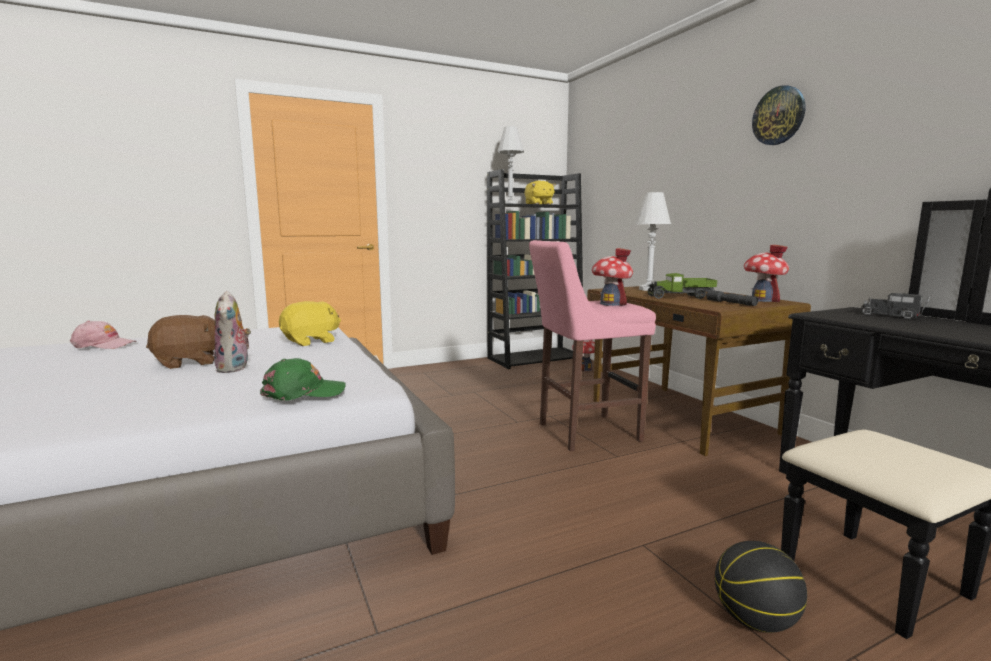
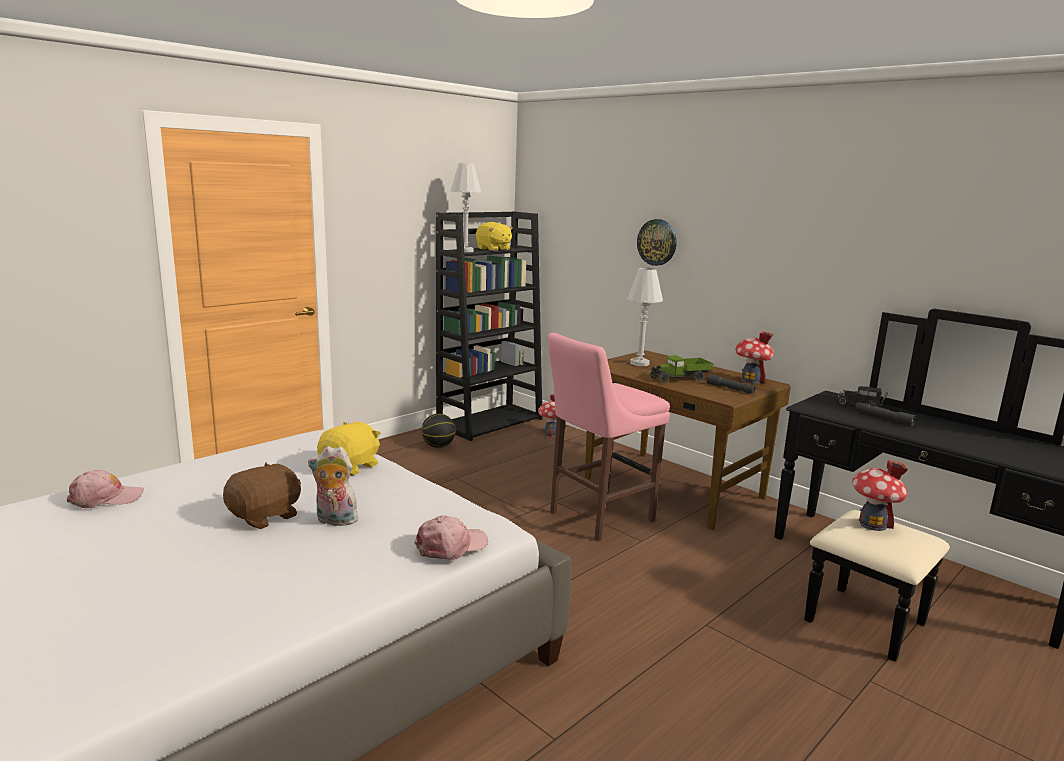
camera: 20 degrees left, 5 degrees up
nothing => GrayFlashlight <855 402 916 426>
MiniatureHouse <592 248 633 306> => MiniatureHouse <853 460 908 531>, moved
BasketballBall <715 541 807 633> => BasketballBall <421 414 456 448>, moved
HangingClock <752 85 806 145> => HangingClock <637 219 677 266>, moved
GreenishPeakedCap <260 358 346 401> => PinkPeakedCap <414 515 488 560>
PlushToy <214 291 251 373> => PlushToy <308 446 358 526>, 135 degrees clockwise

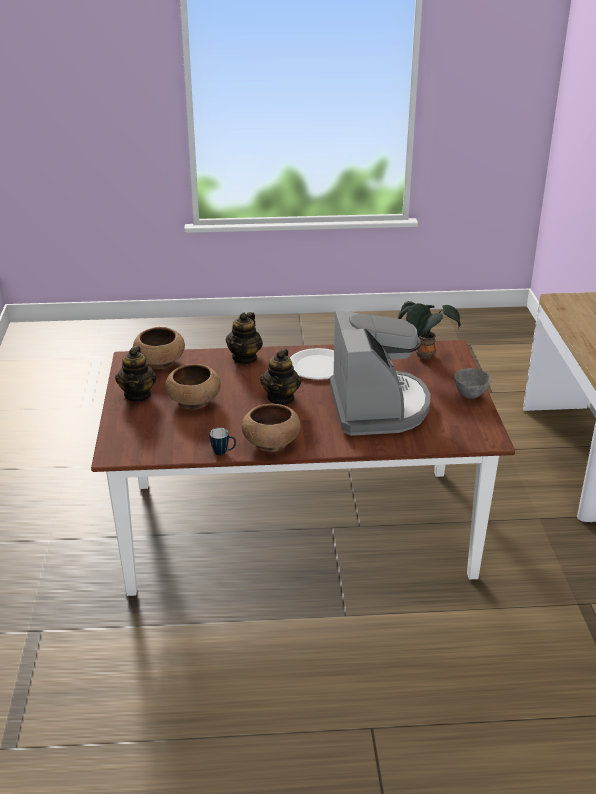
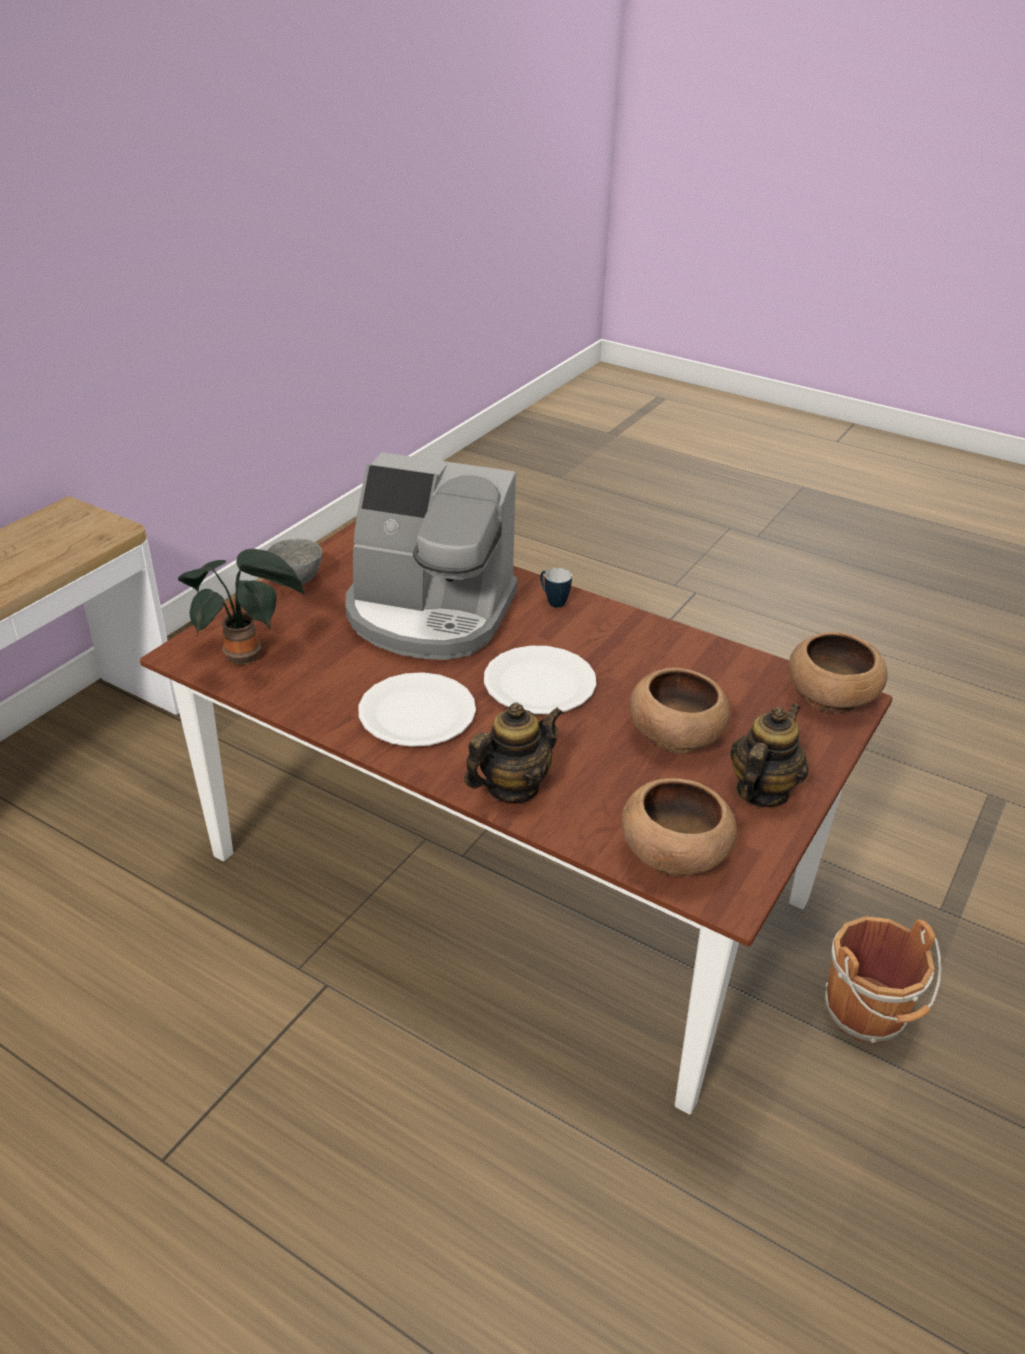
camera: 145 degrees left, 5 degrees up
nothing => BrownishPail <825 916 941 1043>
TeaMug <210 428 236 455> => TeaMug <540 568 572 608>, moved
BrownishDeepDish <242 404 301 452> => BrownishDeepDish <788 632 888 713>, moved
PotForTea <260 348 301 405> => WhiteColouredDinnerPlate <484 646 596 714>
CoffeeMaker <330 310 430 436> => CoffeeMaker <346 452 518 660>, 105 degrees counterclockwise

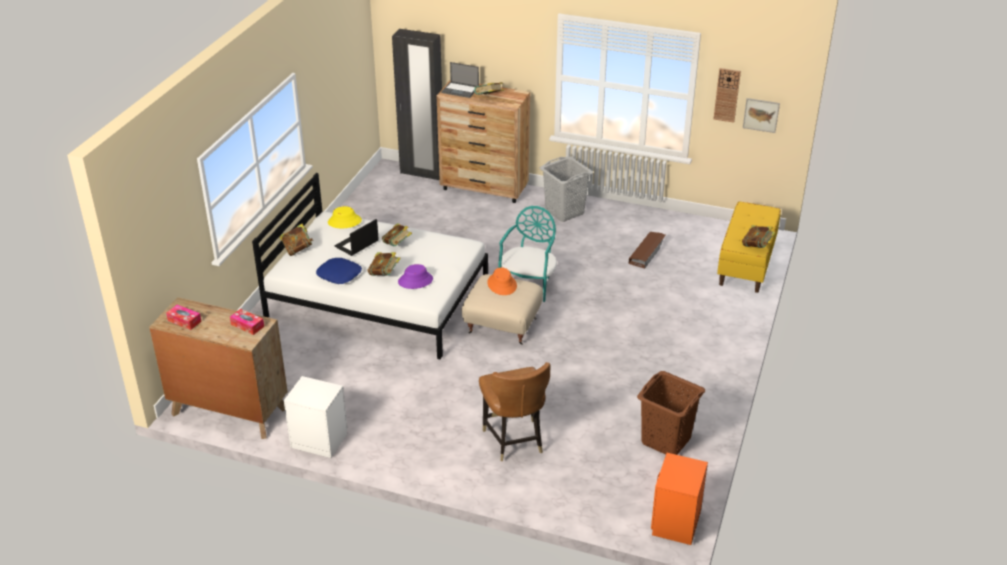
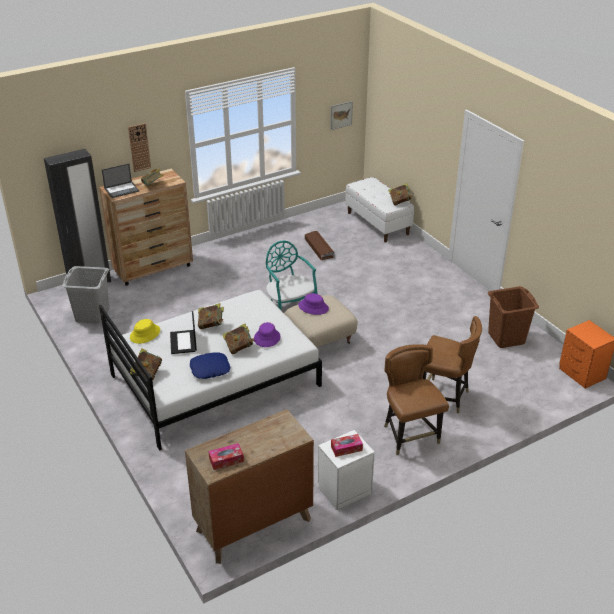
camera: 50 degrees left, 0 degrees up
nothing => BrownishPlainChair <384 344 449 455>
TissueHolder <230 309 264 335> => TissueHolder <331 434 363 457>, moved
GrayLaundryBasket <540 157 593 222> => GrayLaundryBasket <62 266 109 324>, moved
HangingClock <714 68 741 123> => HangingClock <128 123 151 172>, moved
OrangeColouredClothingHat <487 267 517 295> => PurplishClothingHat <298 293 329 315>
YellowLongSeat <717 201 781 293> => WhiteColouredLongSeat <345 177 414 242>

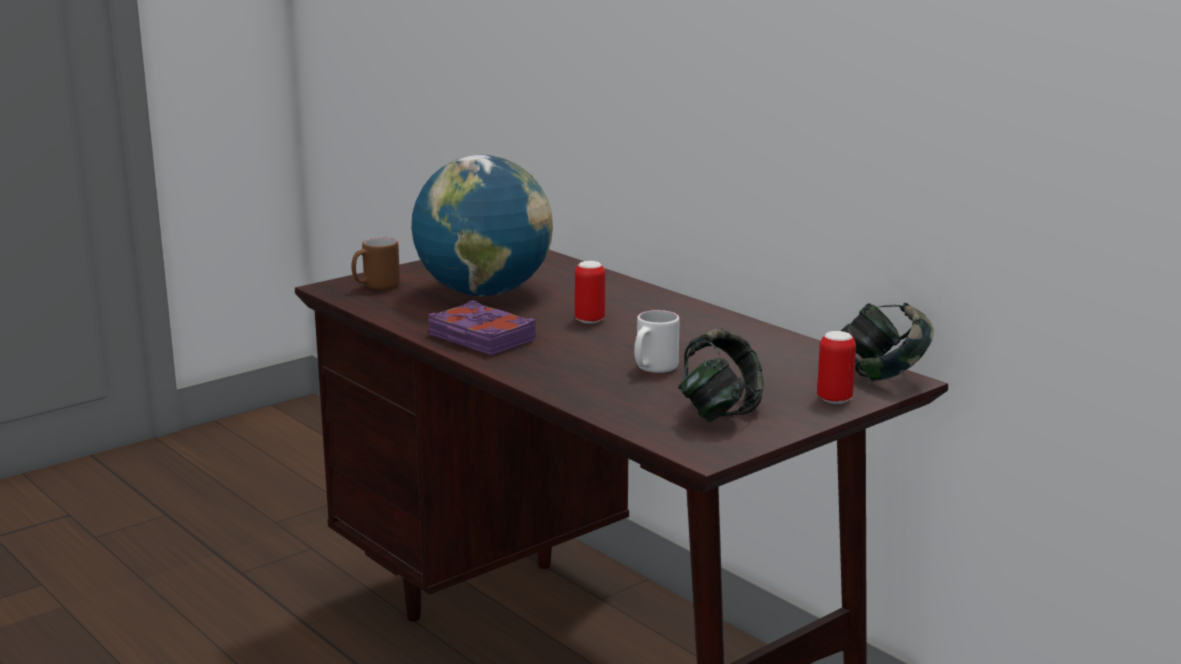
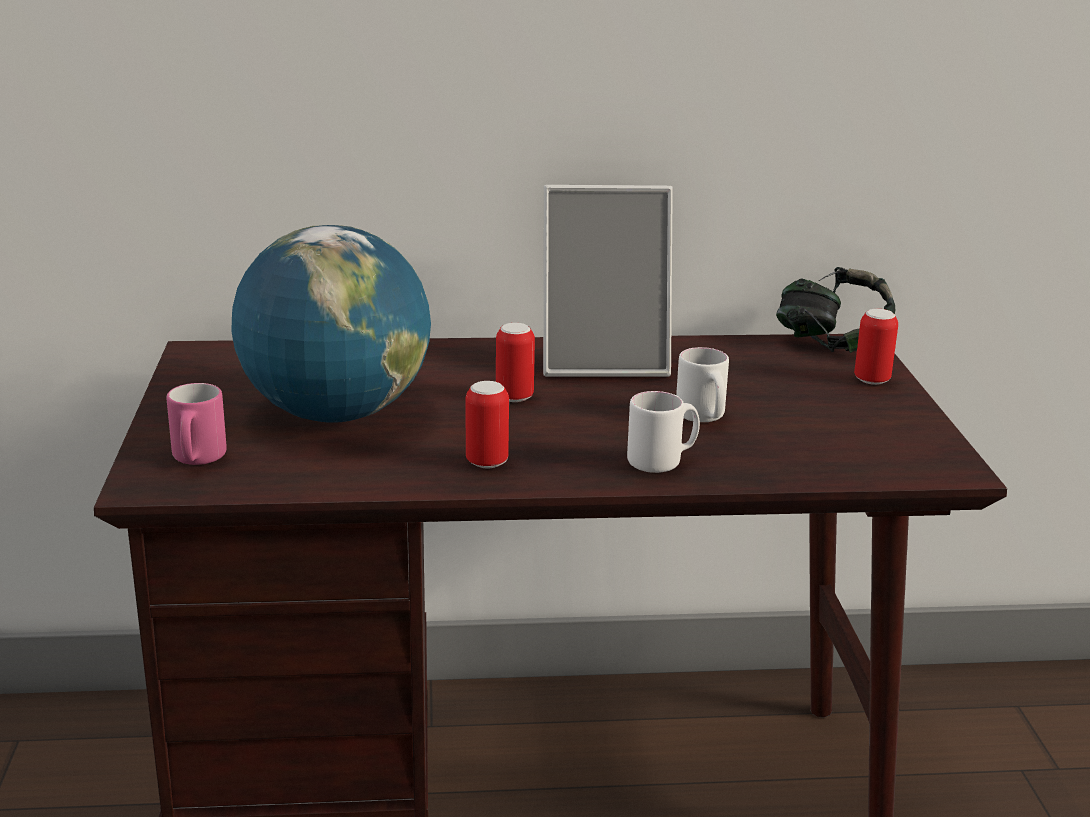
camera: 55 degrees left, 5 degrees up
Headphones <678 329 764 422> => nothing
nothing => PictureFrame <543 185 673 377>
nothing => WhiteColouredTeaMug <627 391 700 473>
PurplishBoundBook <428 300 536 355> => MetalCan <466 381 509 468>
BrownishTeaMug <351 237 400 290> => PinkTeaMug <167 383 227 465>

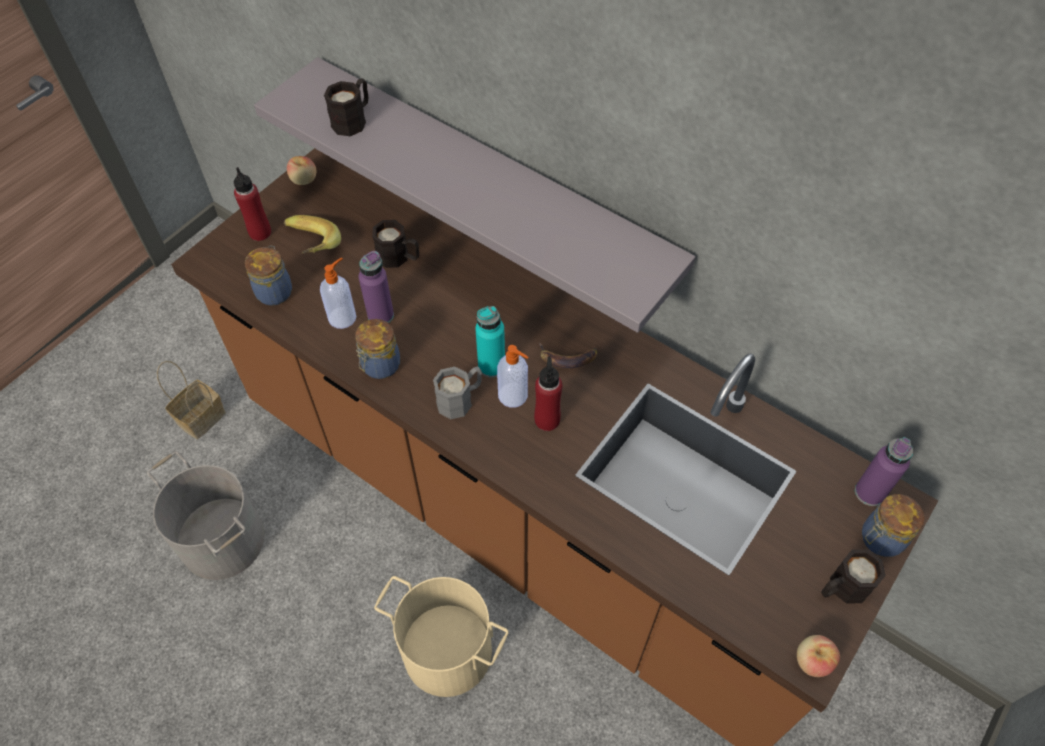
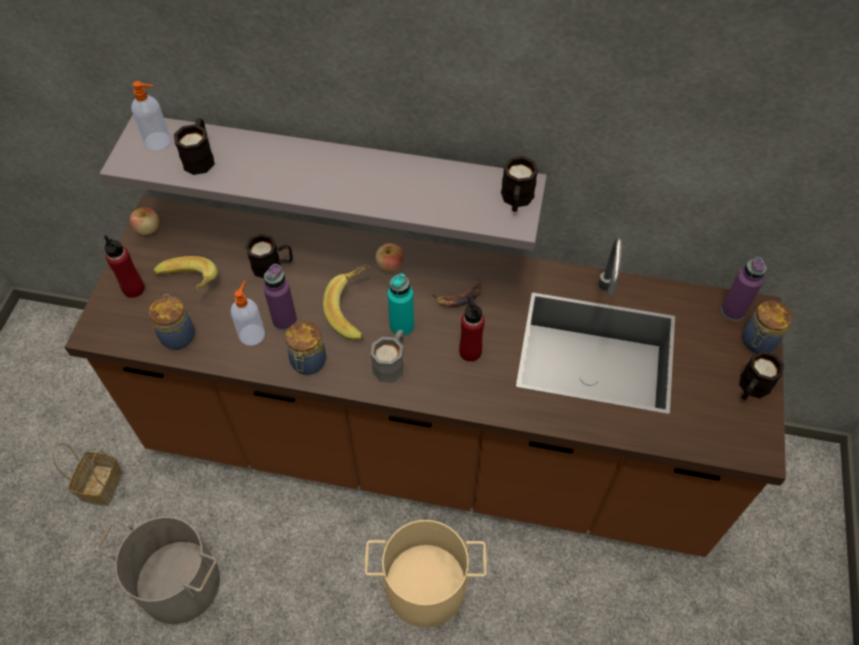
camera: 25 degrees left, 0 degrees up
nothing => BananaFruit <323 264 369 340>
nothing => BlackTeaMug <501 156 538 212>
SoapBottle <497 345 528 408> => SoapBottle <131 81 171 150>, moved
AppleFruit <797 635 840 677> => AppleFruit <375 243 404 272>, moved

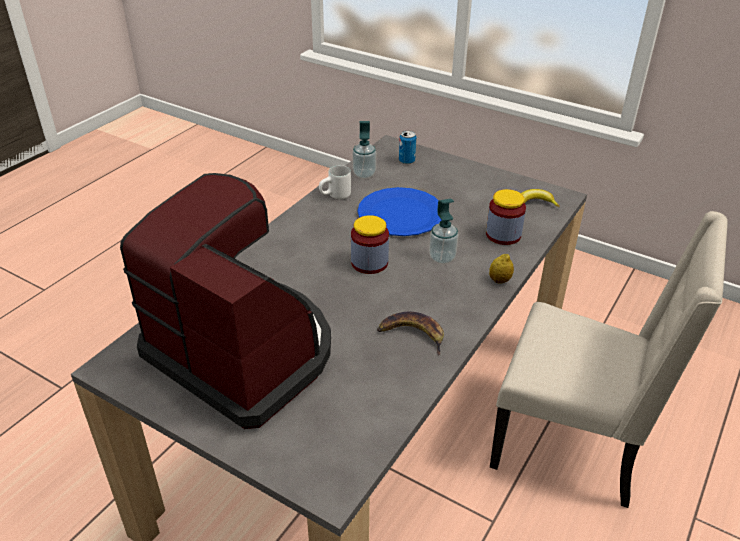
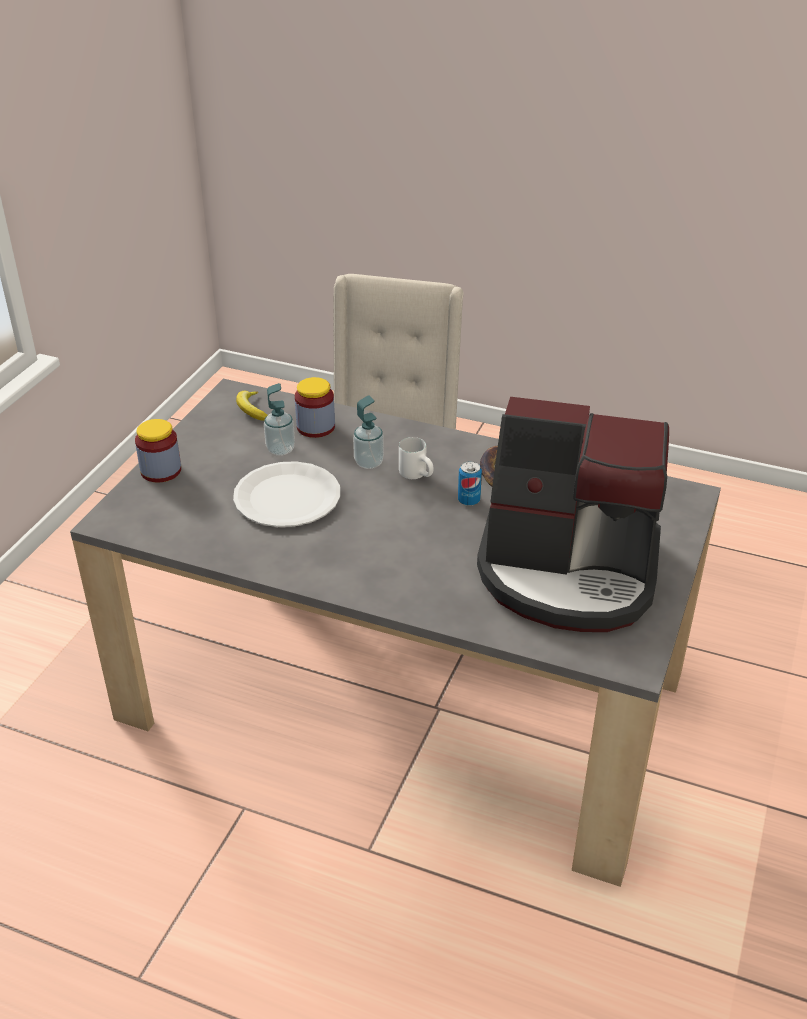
camera: 100 degrees left, 0 degrees up
Lemon <489 254 514 283> => nothing
WhiteColouredTeaMug <319 165 351 199> => WhiteColouredTeaMug <399 437 434 479>, moved
StorageJar <351 215 389 274> => StorageJar <135 419 181 482>, moved
SoapBottle <353 121 376 179> => SoapBottle <264 383 295 456>, moved
MetalCan <399 131 416 164> => MetalCan <458 461 482 506>, moved
BlueColouredDinnerPlate <358 187 442 236> => WhiteColouredDinnerPlate <233 461 340 527>
CoffeeMaker <120 173 331 429> => CoffeeMaker <477 397 669 632>, 105 degrees counterclockwise

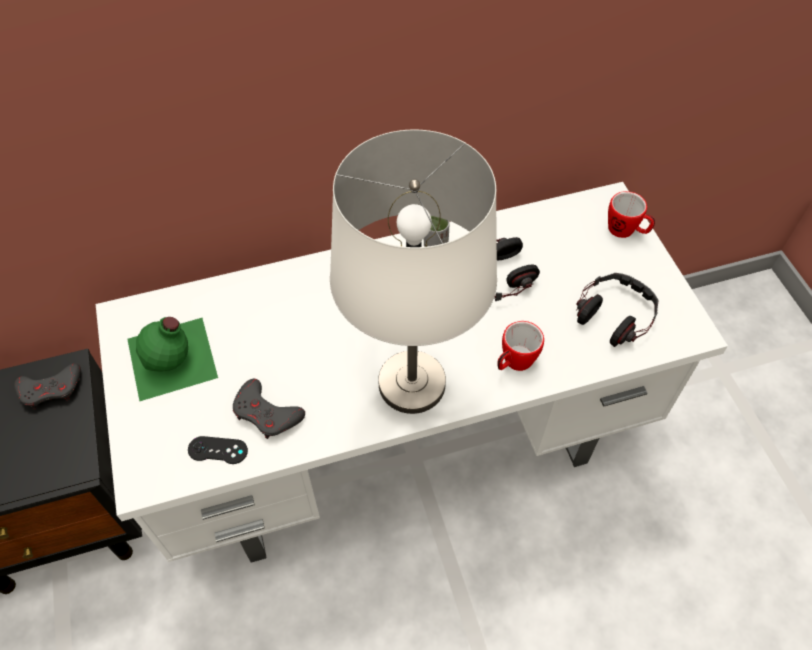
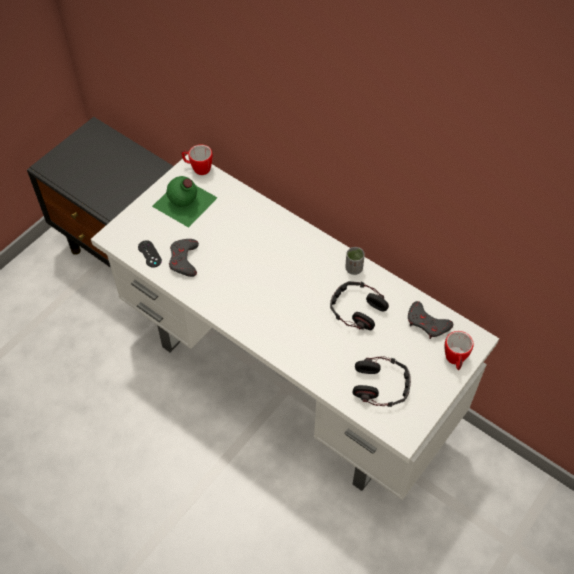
camera: 55 degrees right, 0 degrees up
WhiteColouredTableLamp <330 130 497 414> => nothing
GrayGamepad <14 363 81 409> => GrayGamepad <408 301 453 339>, moved
TeaMug <497 321 544 371> => TeaMug <181 145 213 175>, moved

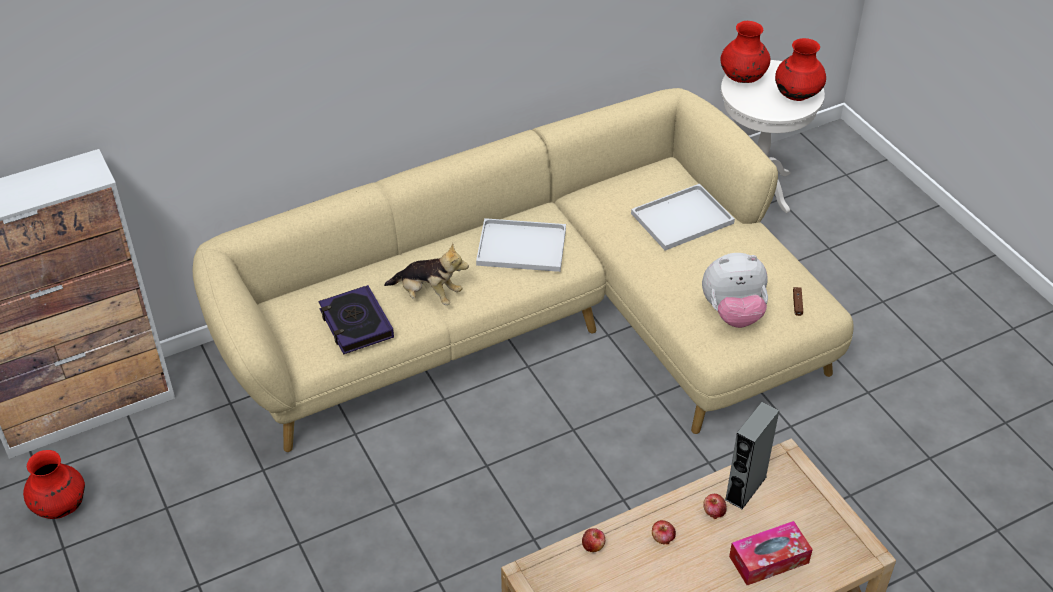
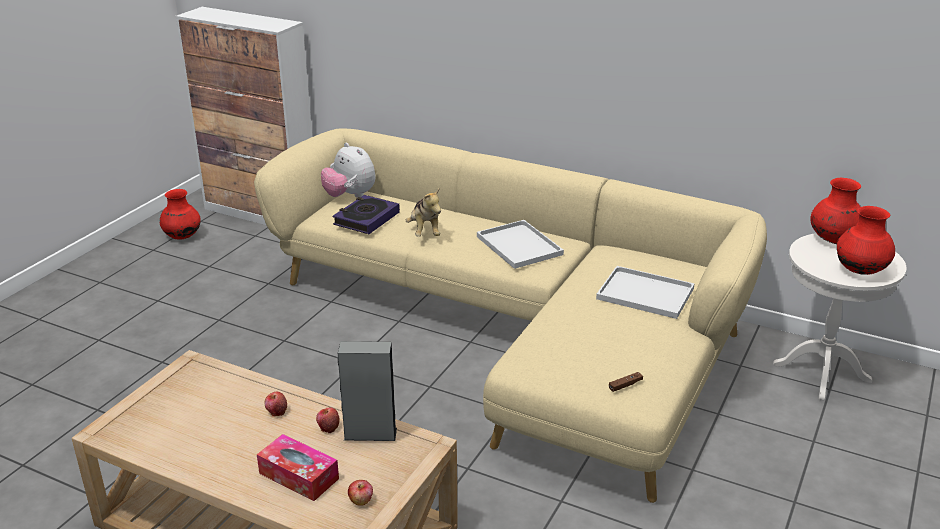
camera: 55 degrees right, 15 degrees down
AppleFruit <582 528 605 552> => AppleFruit <348 480 373 506>, moved
PlushToy <702 253 768 328> => PlushToy <321 143 376 198>, moved

